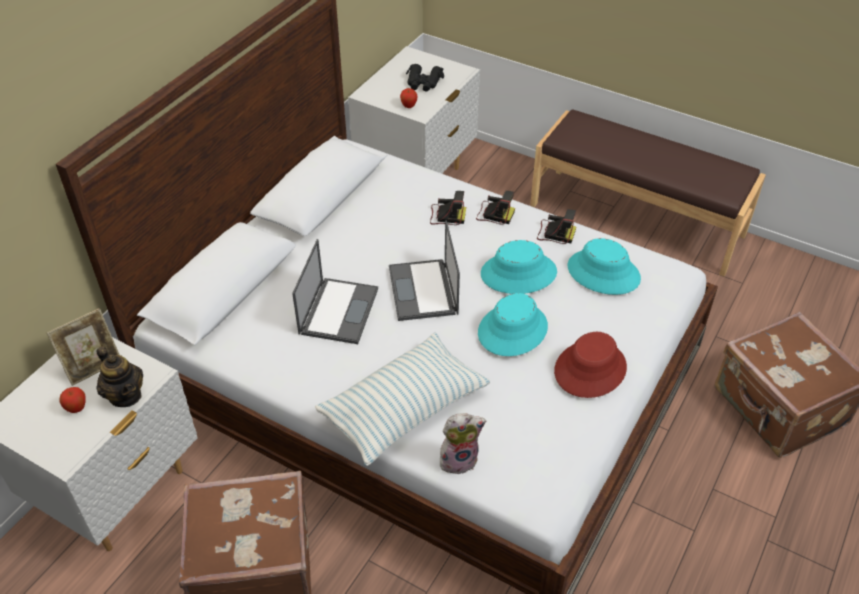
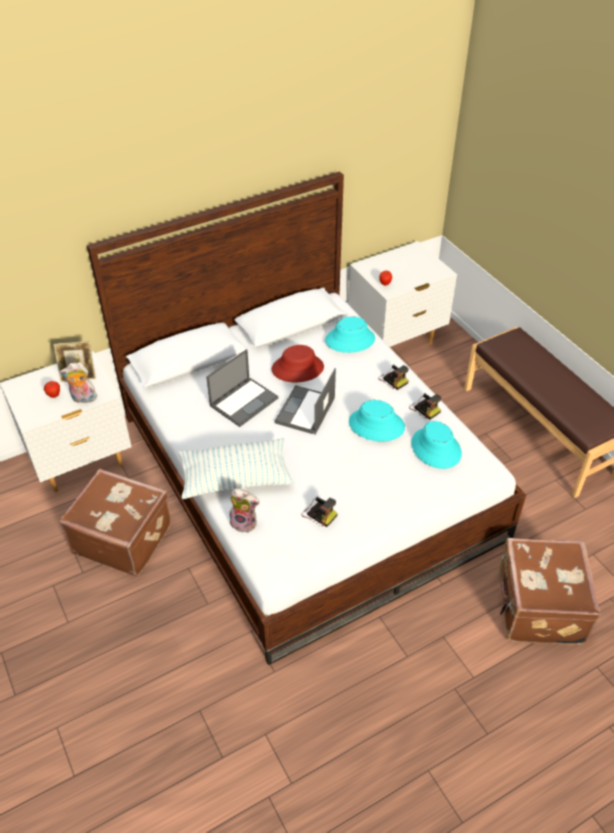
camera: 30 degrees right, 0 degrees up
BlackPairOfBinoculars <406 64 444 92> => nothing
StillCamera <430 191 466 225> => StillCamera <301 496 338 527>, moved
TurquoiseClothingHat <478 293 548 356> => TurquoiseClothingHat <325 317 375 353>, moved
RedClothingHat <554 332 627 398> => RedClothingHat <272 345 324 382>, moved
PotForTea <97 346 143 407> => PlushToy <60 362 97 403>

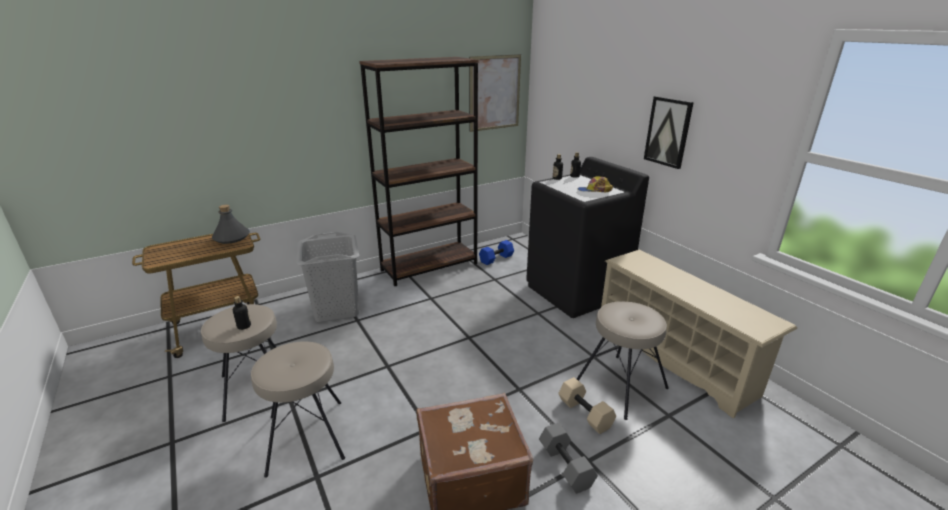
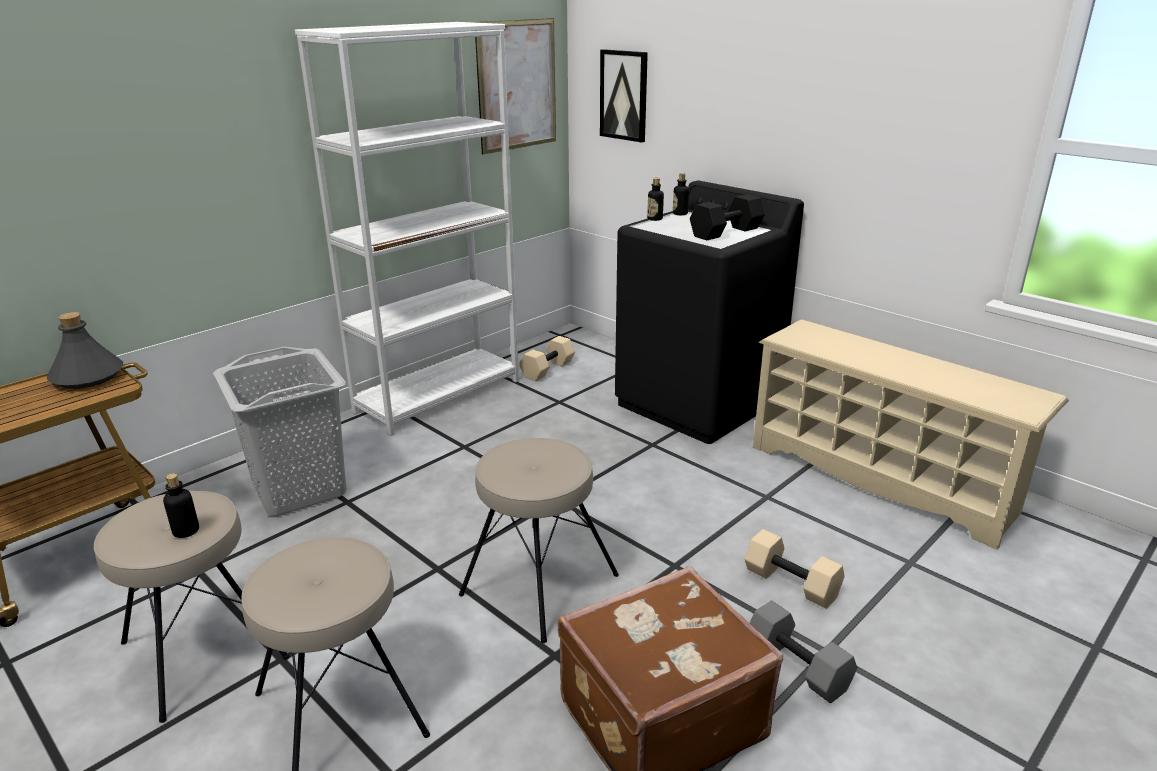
camera: 15 degrees left, 0 degrees up
BeigeColouredSittingStool <577 301 669 420> => BeigeColouredSittingStool <459 438 619 643>, moved
WallArt <644 96 694 169> => WallArt <600 49 648 142>, moved
PeakedCap <577 177 613 192> => BlackDumbbell <690 194 765 240>
BrownishBookcase <359 57 479 286> => WhiteColouredBookcase <295 22 519 436>
BlueColouredDumbbell <479 240 514 265> => BeigeColouredDumbbell <519 336 575 381>

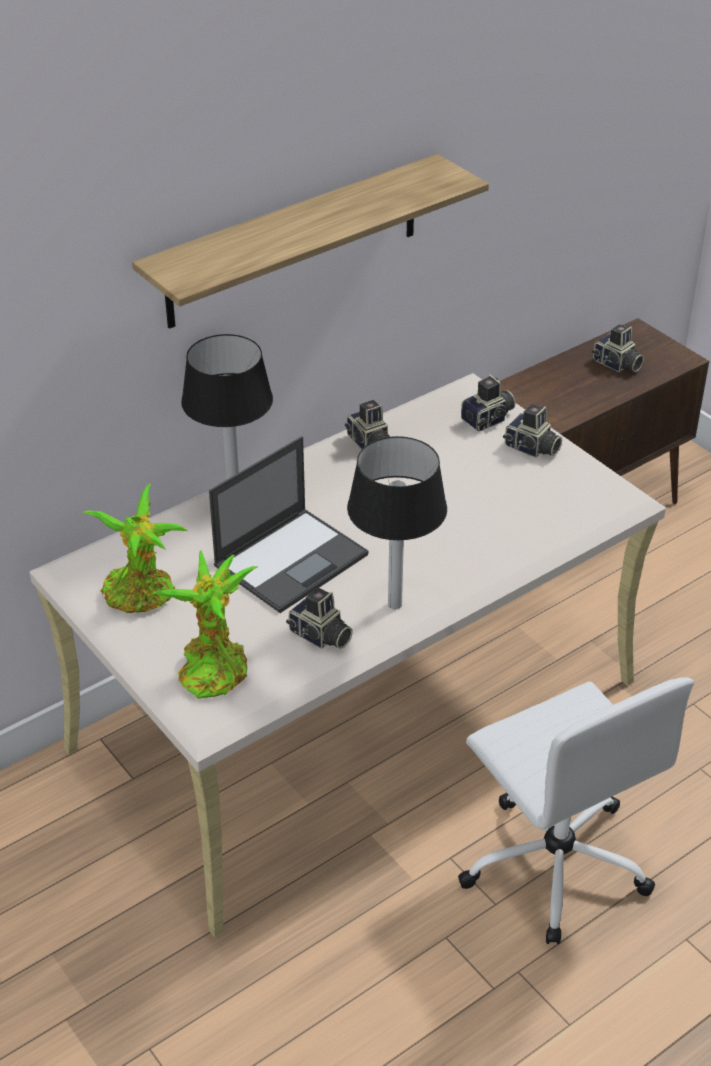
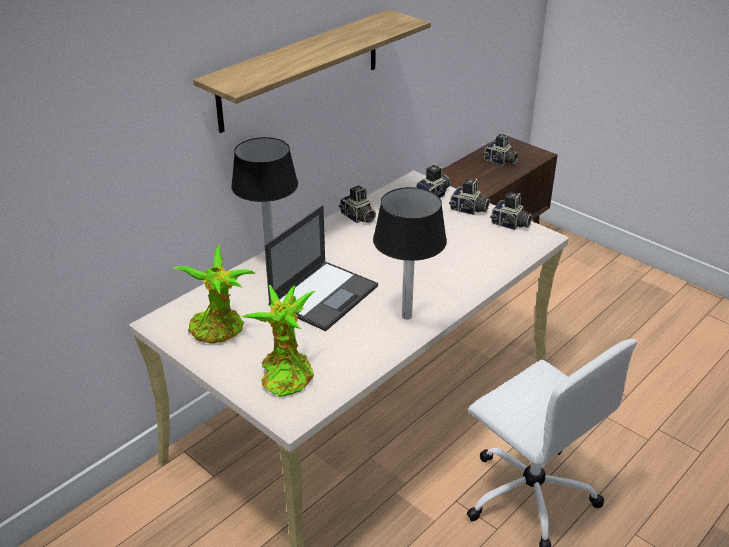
camera: 10 degrees left, 5 degrees down
StillCamera <286 587 353 649> => StillCamera <490 192 532 230>, moved

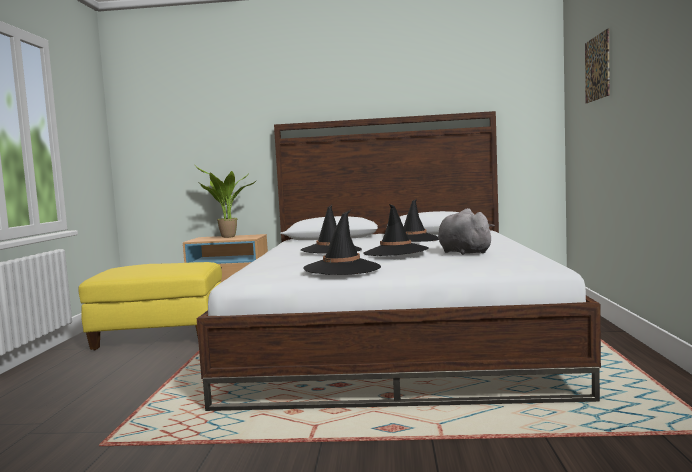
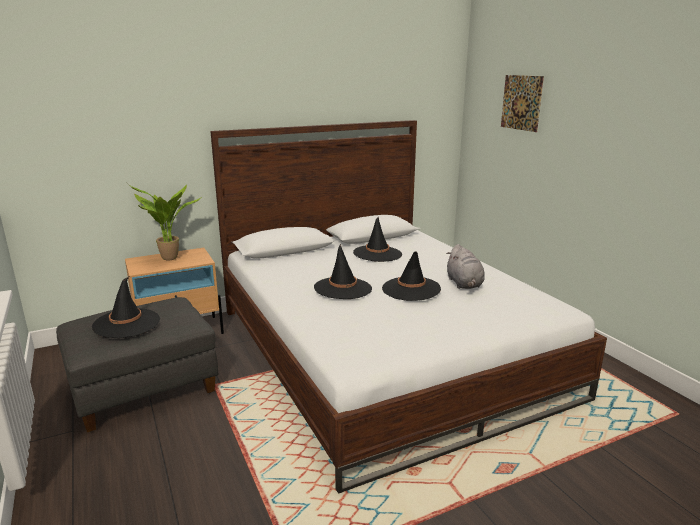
camera: 30 degrees left, 15 degrees up
BlackClothingHat <304 209 381 275> => BlackClothingHat <92 276 160 338>, moved
YellowOttoman <79 262 222 350> => GrayOttoman <56 297 218 432>
GrayPlushToy <438 208 495 255> => GrayPlushToy <446 244 485 289>, 135 degrees counterclockwise

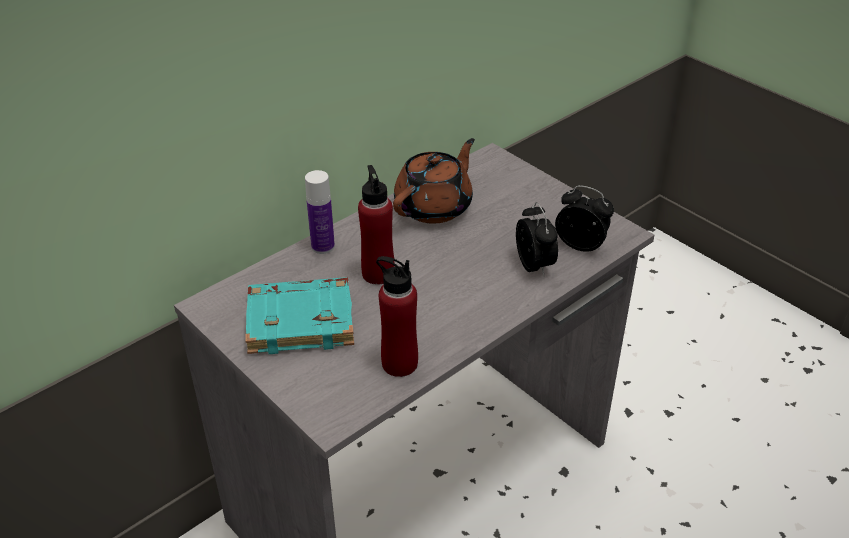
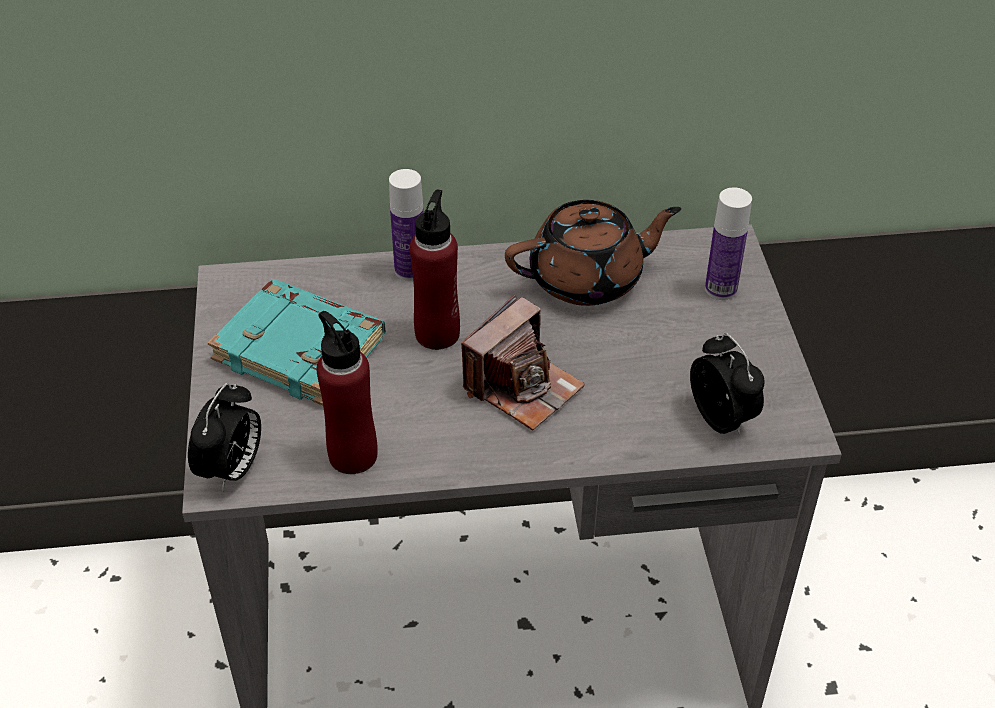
camera: 35 degrees right, 5 degrees up
nothing => StillCamera <461 294 585 430>
nothing => BeverageBottle <705 187 752 300>
BedsideClock <516 202 558 276> => BedsideClock <188 383 261 491>, moved

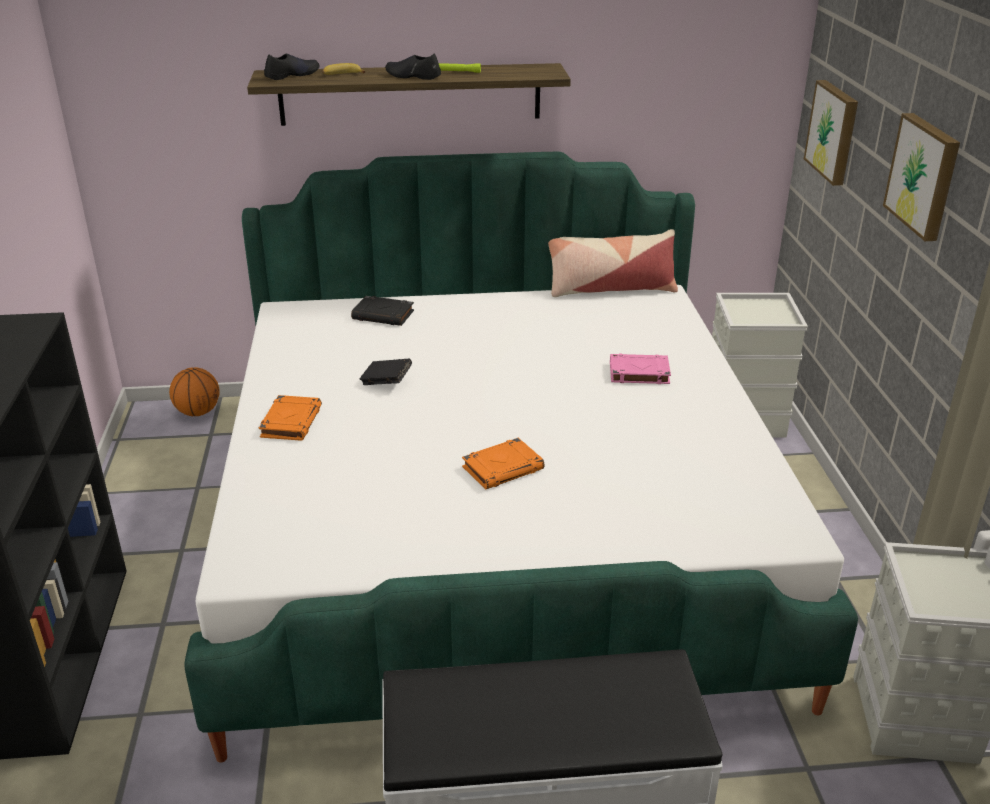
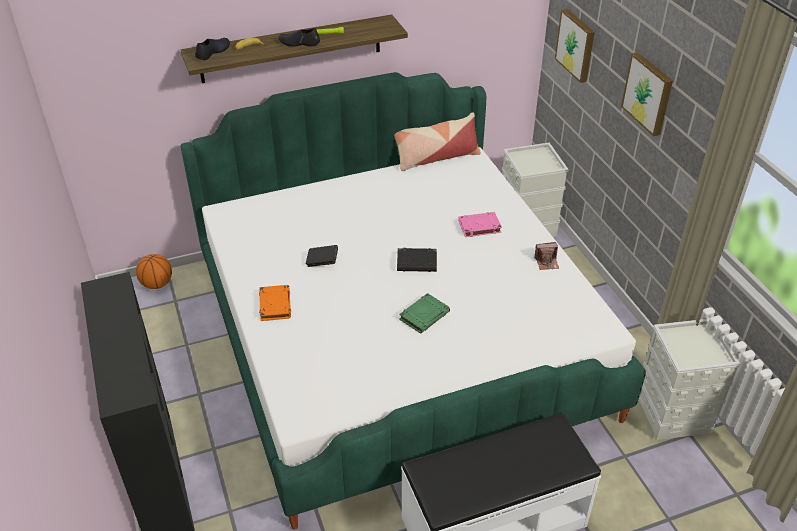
camera: 15 degrees left, 10 degrees up
nothing => StillCamera <534 242 559 270>
BlackBoundBook <351 296 414 326> => BlackBoundBook <397 248 437 272>, moved
OrangeColouredBoundBook <462 438 545 490> => GreenishBoundBook <399 293 450 334>

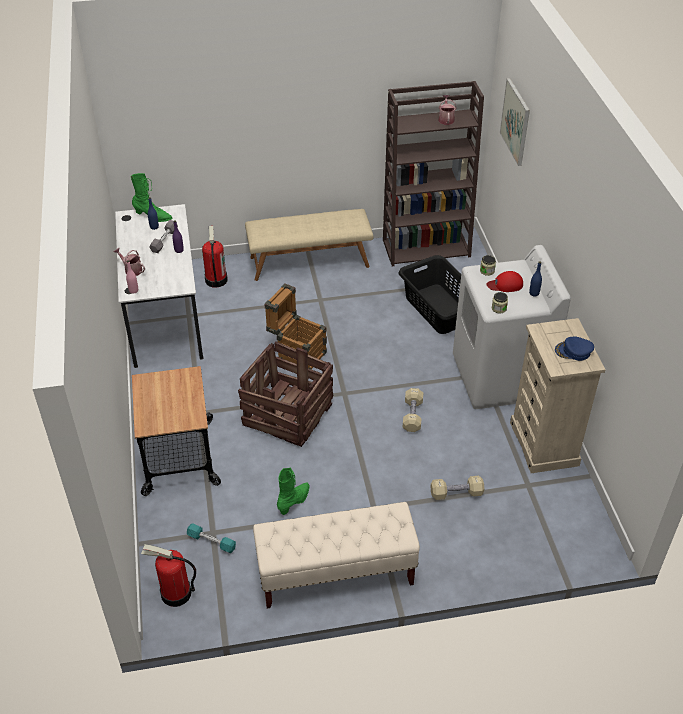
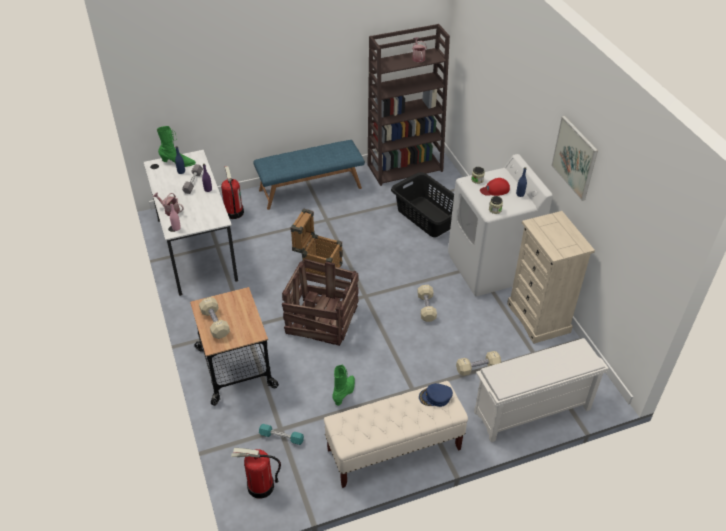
camera: 10 degrees left, 0 degrees up
nothing => BeigeColouredDumbbell <199 297 230 339>
nothing => WhiteColouredShoeRack <474 338 609 442>
WallArt <500 78 530 166> => WallArt <551 116 598 201>, moved
BlueColouredPeakedCap <555 336 594 361> => BlueColouredPeakedCap <419 383 453 407>, moved
BeigeColouredLongSeat <245 209 373 281> => BlueColouredLongSeat <253 140 365 210>

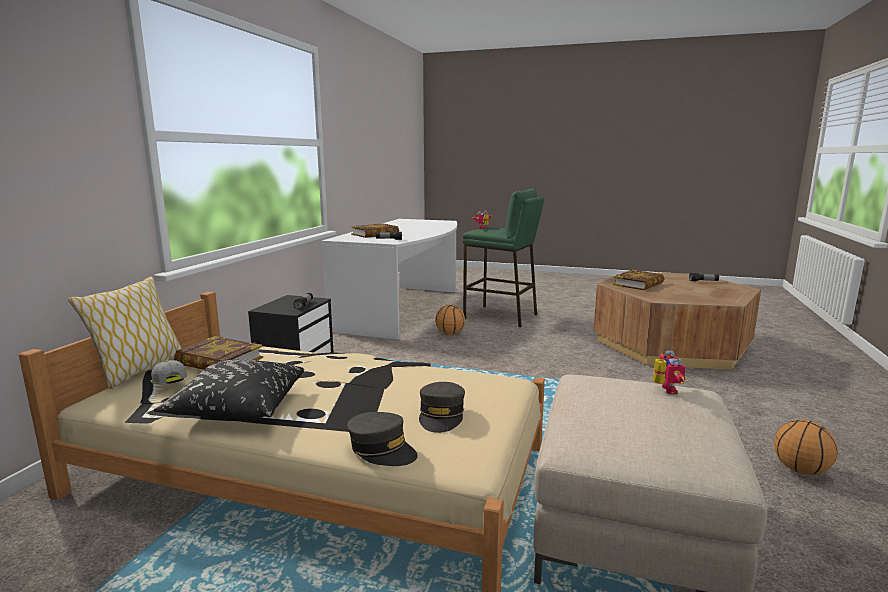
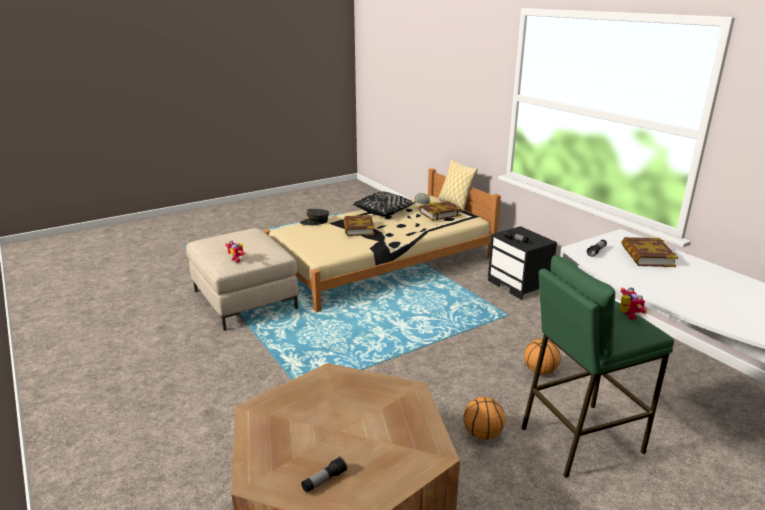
camera: 130 degrees right, 10 degrees up
GrayPeakedCap <419 382 465 433> => nothing
BoundBook <613 270 664 290> => BoundBook <344 215 375 236>, moved
BasketballBall <774 420 838 475> => BasketballBall <463 397 505 440>, moved

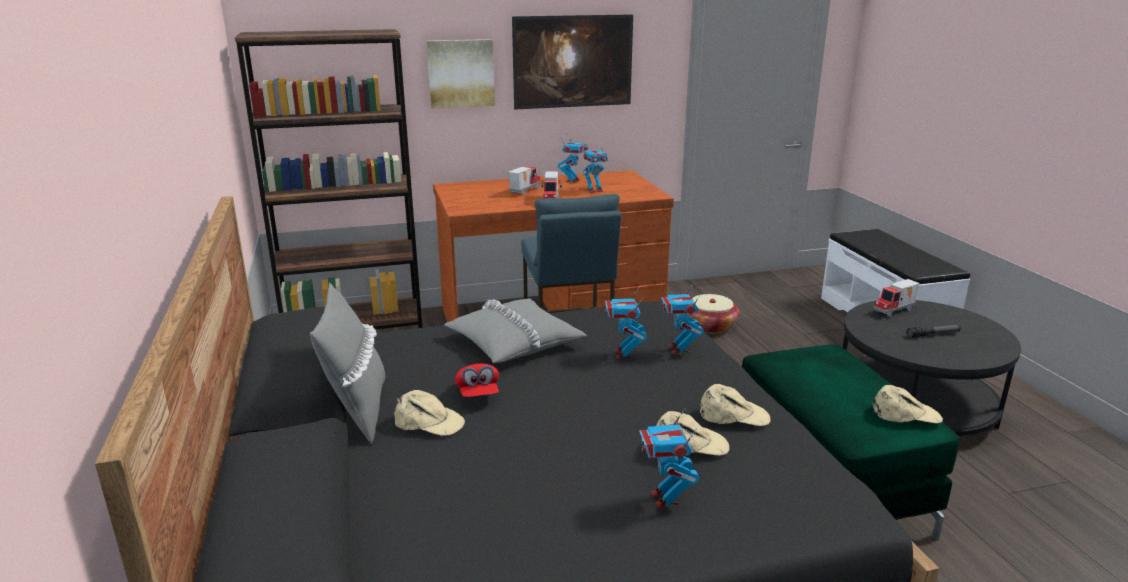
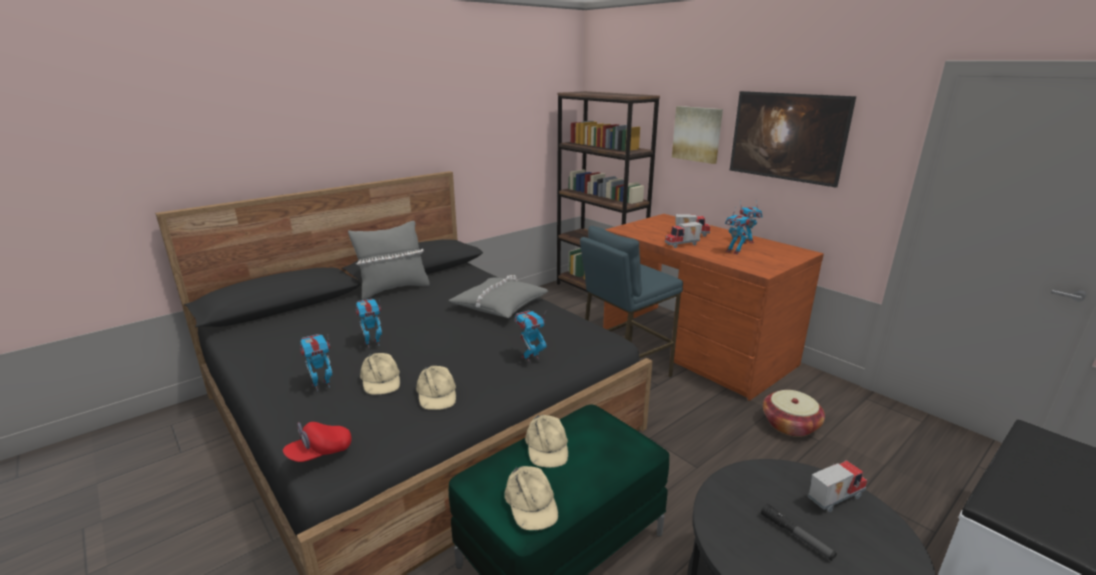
camera: 65 degrees right, 0 degrees up
BeigeColouredPeakedCap <394 390 465 436> => BeigeColouredPeakedCap <525 414 568 468>, moved
RedPeakedCap <455 363 499 397> => RedPeakedCap <283 422 351 462>, moved
RobotFigure <605 288 647 359> => RobotFigure <356 298 382 348>, moved
ModelTruck <873 279 920 317> => ModelTruck <808 460 867 512>, 120 degrees clockwise

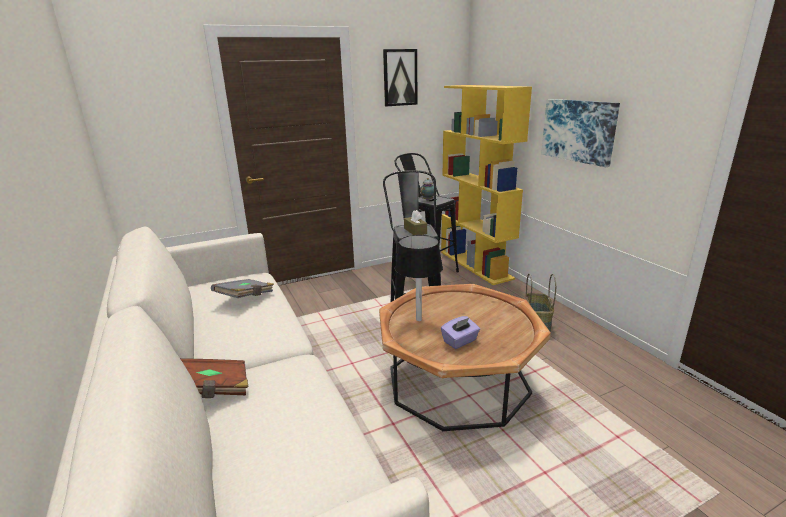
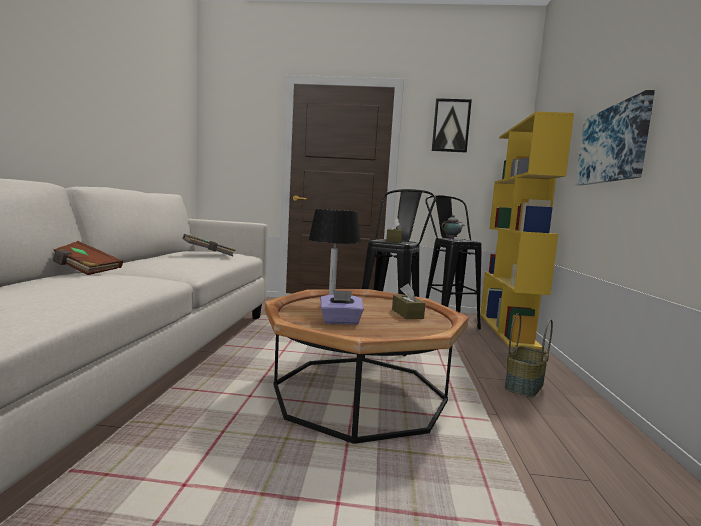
camera: 30 degrees right, 15 degrees down
nothing => BrownishTissueHolder <392 284 425 319>

